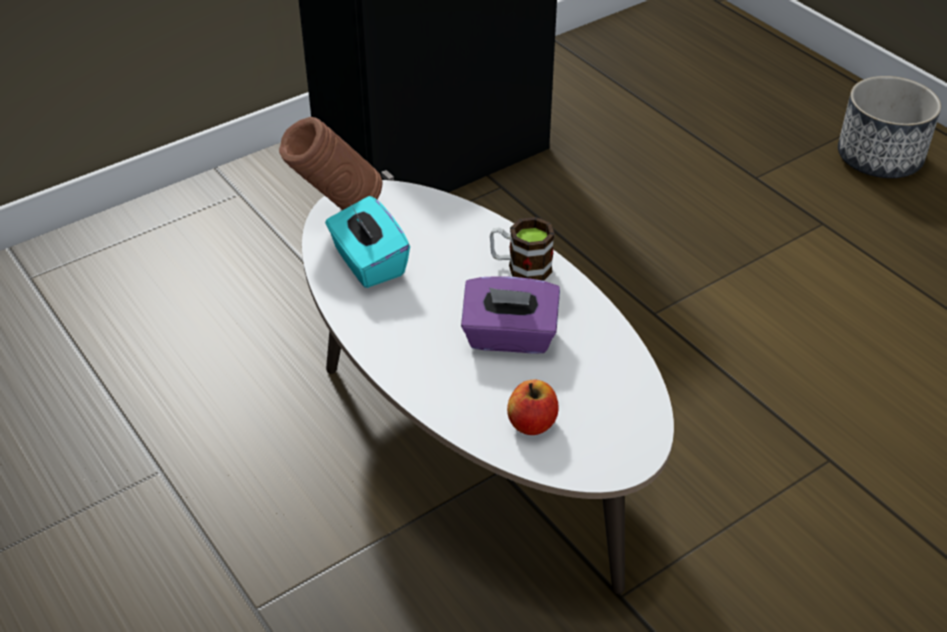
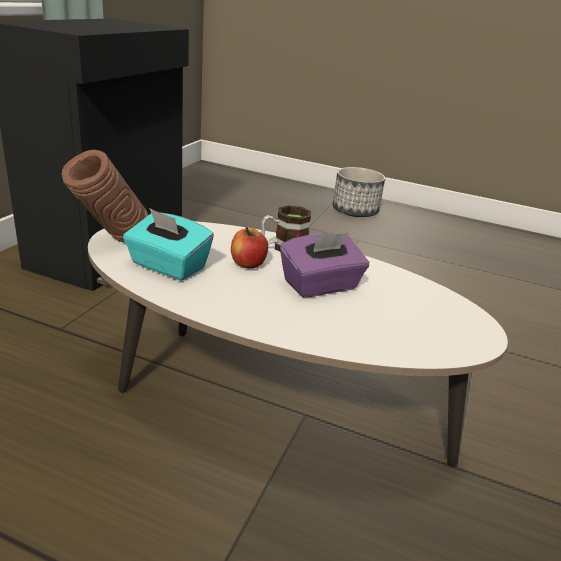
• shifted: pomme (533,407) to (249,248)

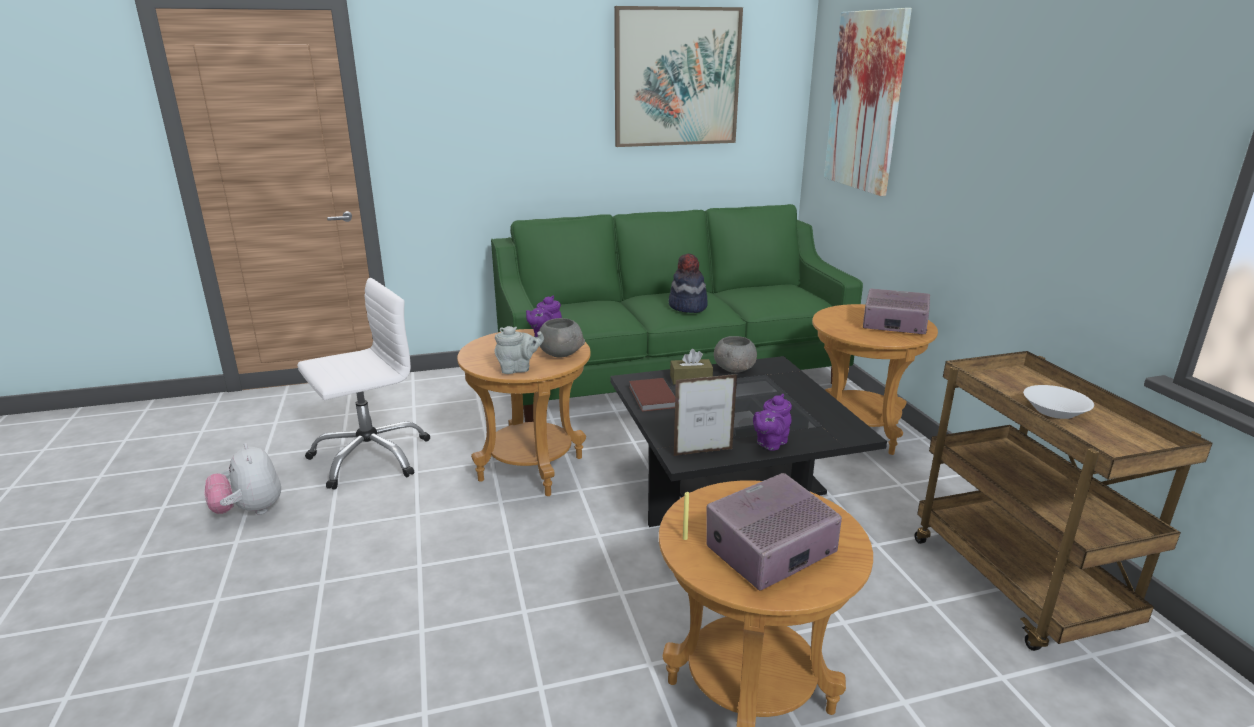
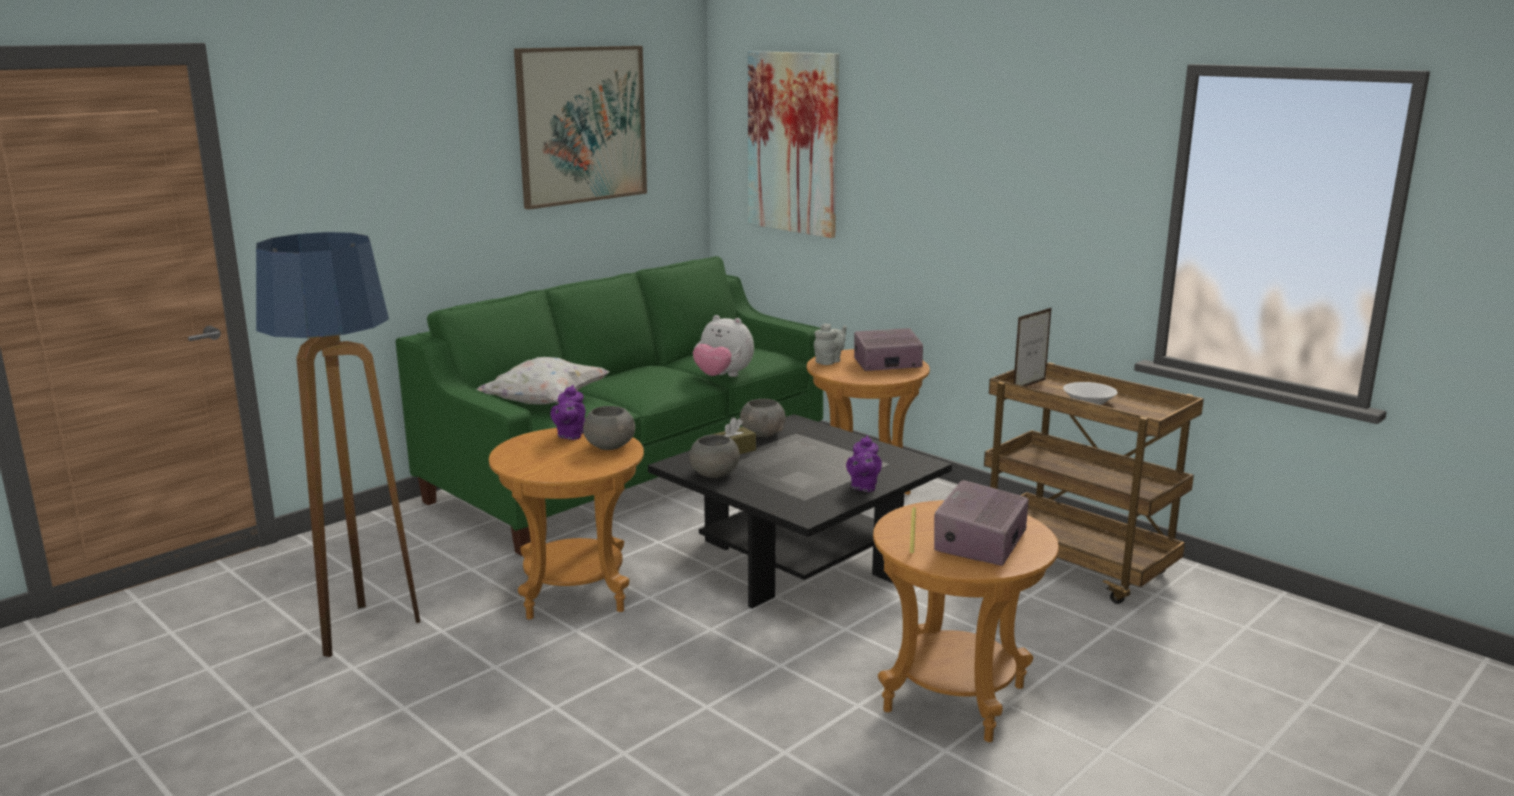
• gone: chapeau (688,283)
• new: coussin (blanc) (542,381)
• shifted: peluche (242,479) to (723,346)
• shifted: théière (gris) (519,350) to (830,344)
• shifted: cadre photo (705,415) to (1032,347)
• swapped: chaise de bureau (blanc) (364,384) to lampadaire (338,444)
• swapped: livre (marron) (652,395) to bol (gris) (714,456)

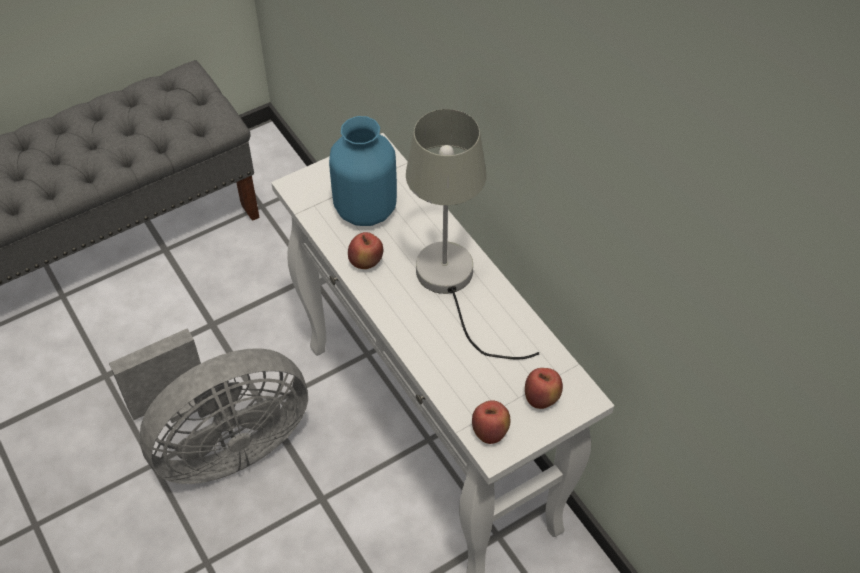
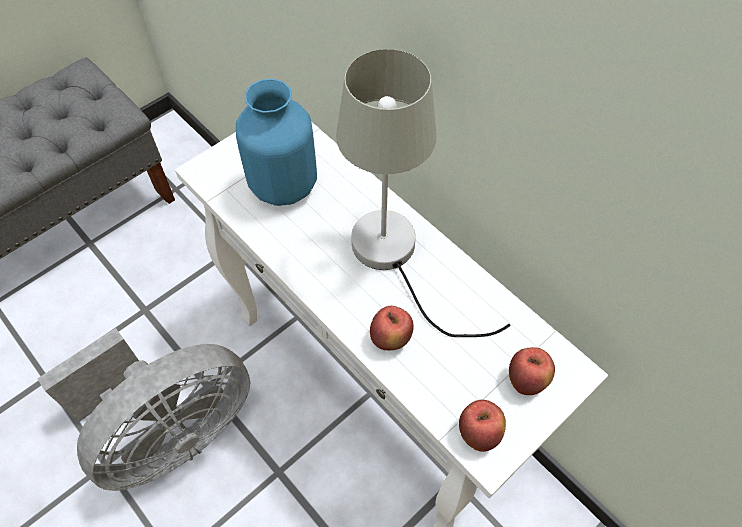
• shifted: pomme (365,250) to (392,328)

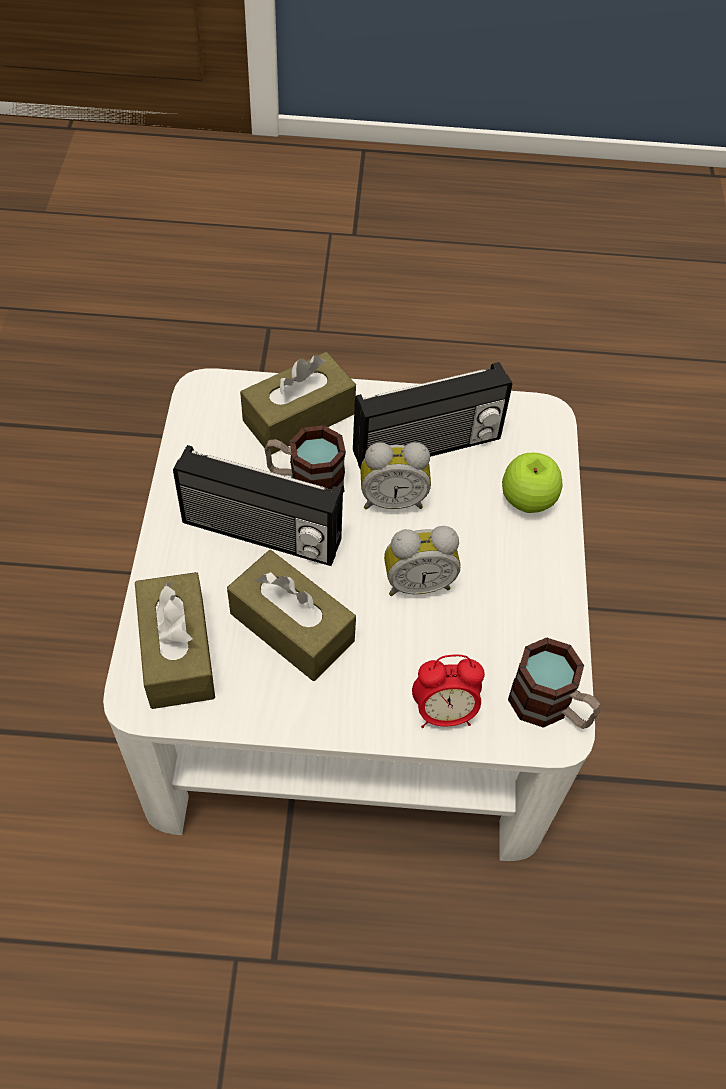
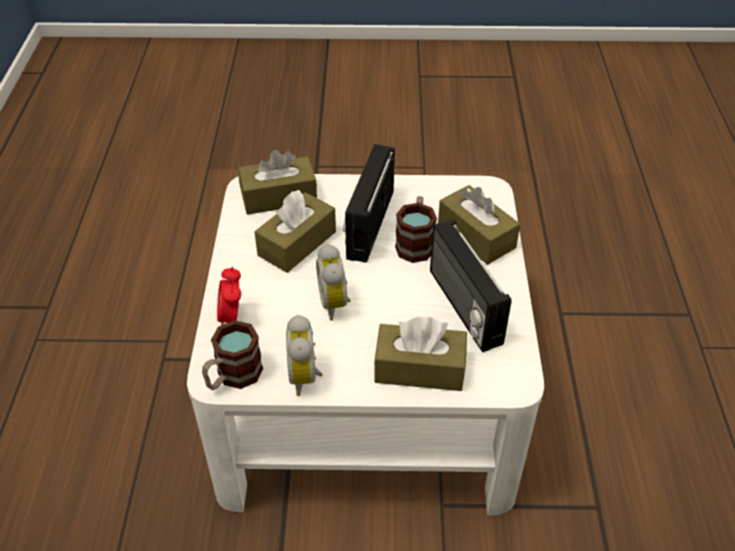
• shifted: réveil (395,475) to (304,355)
• swapped: pomme (532,483) to boîte à mouchoirs (marron) (420,354)

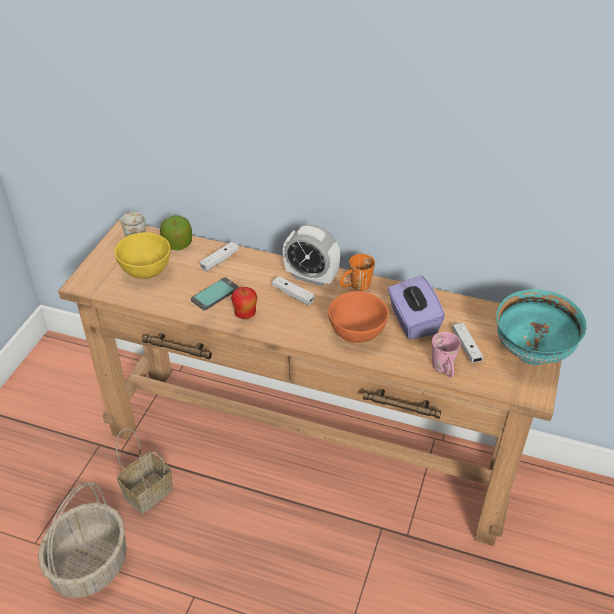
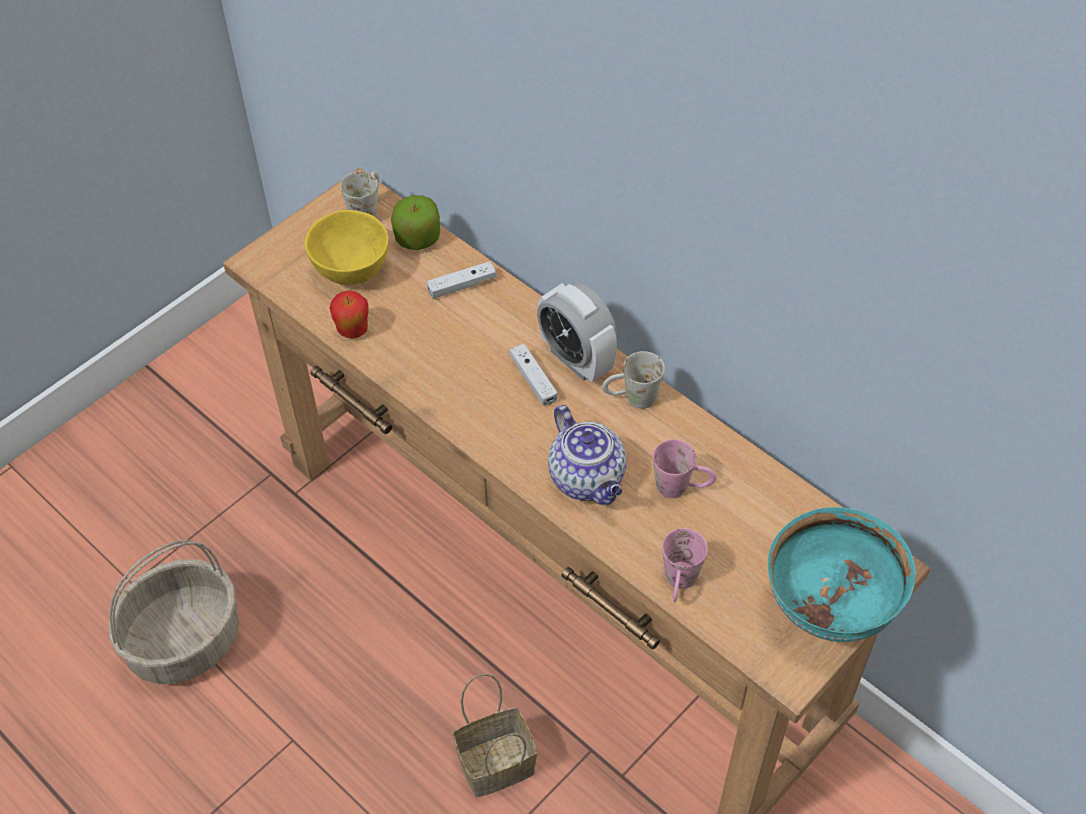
• gone: téléphone (215,293)
• gone: manette (blanc) (467,343)
• shifted: panier (144,471) to (495,735)
• shifted: pomme (244,303) to (349,314)
• swapped: bol (orange) (358,317) to théière (587,455)
• swapped: boîte à mouchoirs (violet) (416,307) to mug (rose) (684,468)
• repainted: mug (orange) (357,272) to mug (blanc) (633,380)

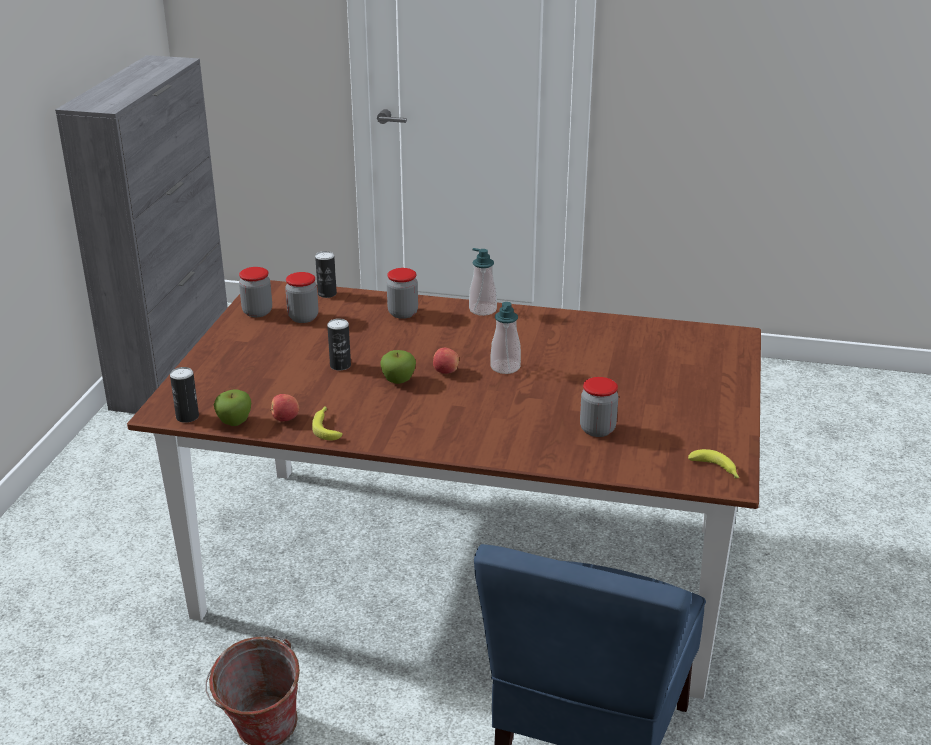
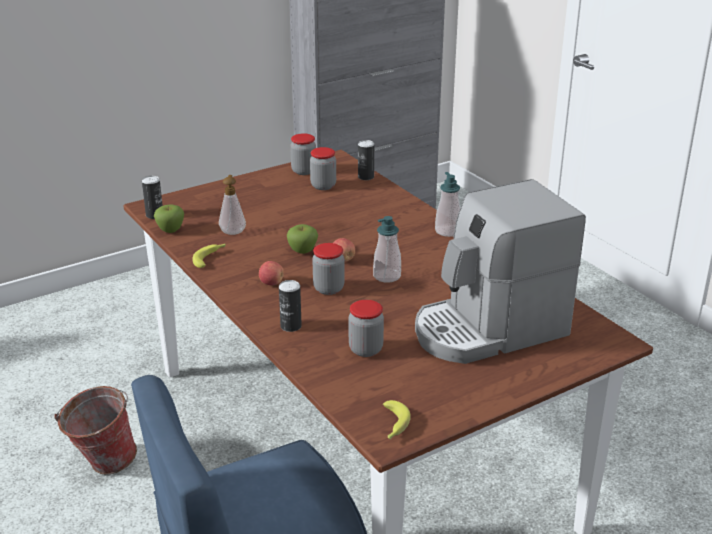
• new: distributeur de savon (232,205)
• new: machine à café (500,271)
• shifted: pomme (284,408) to (271,273)
• shifted: boîte métallique (339,344) to (290,306)
• shifted: bocal (402,293) to (328,269)

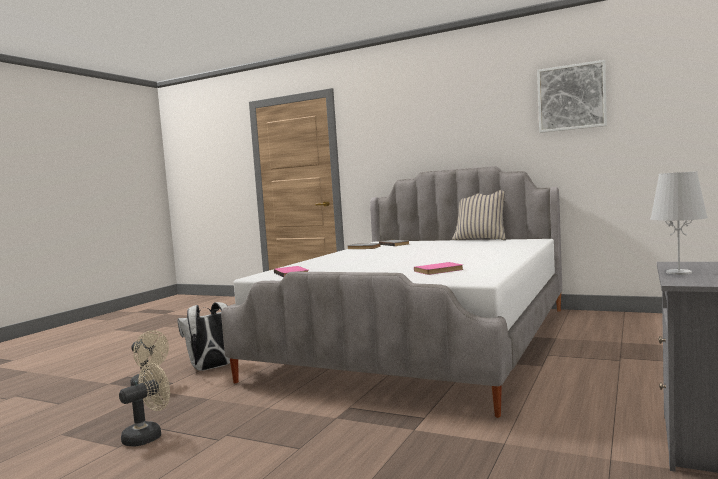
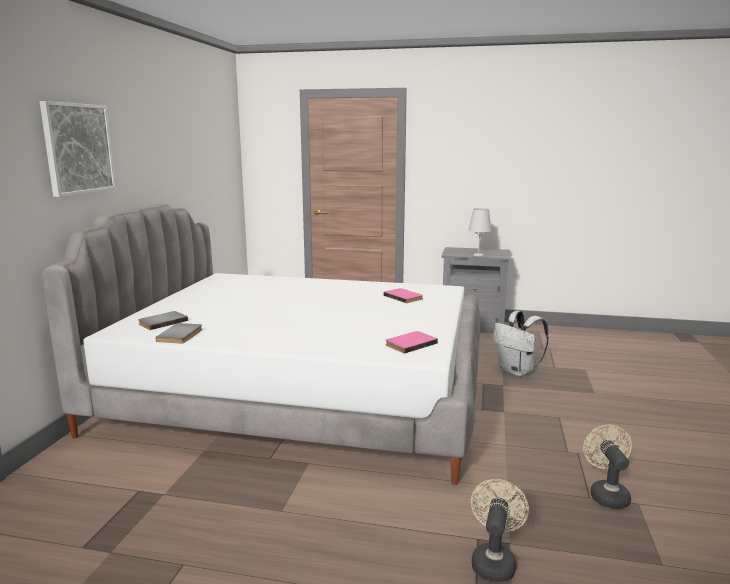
• gone: coussin (beige) (479,215)
• shifted: sac à dos (blanc) (203,336) to (521,343)
• shifted: tableau (572,96) to (78,149)
• rotated: ventilateur (beige) (144,405) = (607,467) 60 degrees clockwise

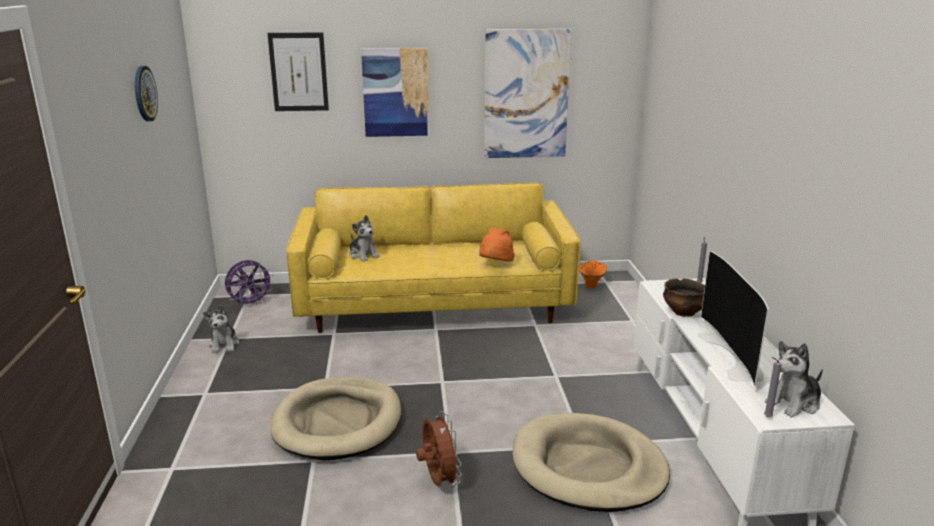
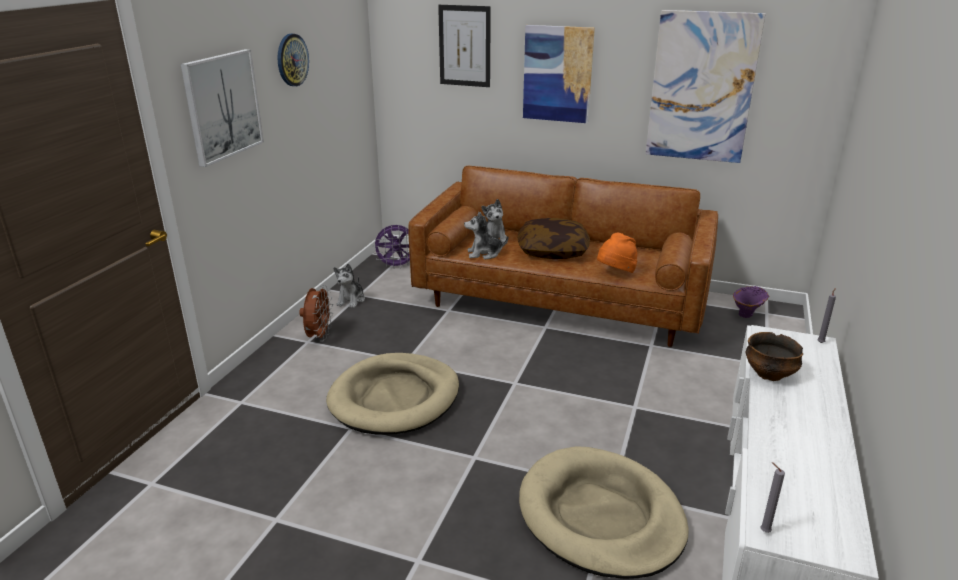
• gone: téléviseur (733,318)
• new: tableau (222,108)
• new: coussin (554,238)
• shifted: ventilateur (marron) (439,449) to (316,313)
• shifted: peluche (794,379) to (486,235)
• repainted: canapé (jaune) (433,258) to canapé (marron) (563,256)
• repainted: vase (orange) (593,274) to vase (violet) (751,302)

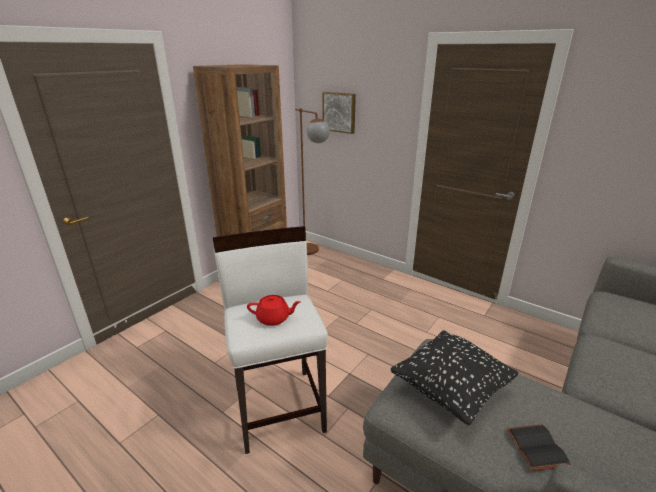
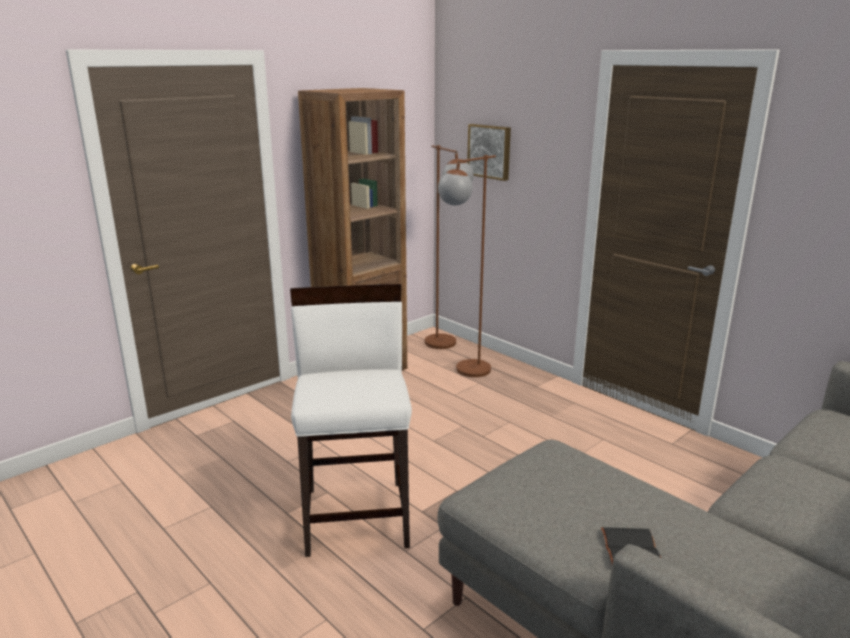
• gone: théière (rouge) (274,310)
• gone: coussin (noir) (454,377)
• new: lampadaire (marron) (467,266)

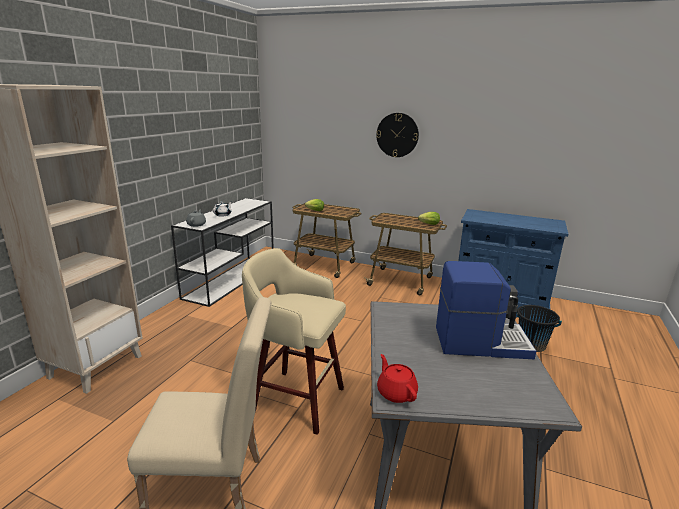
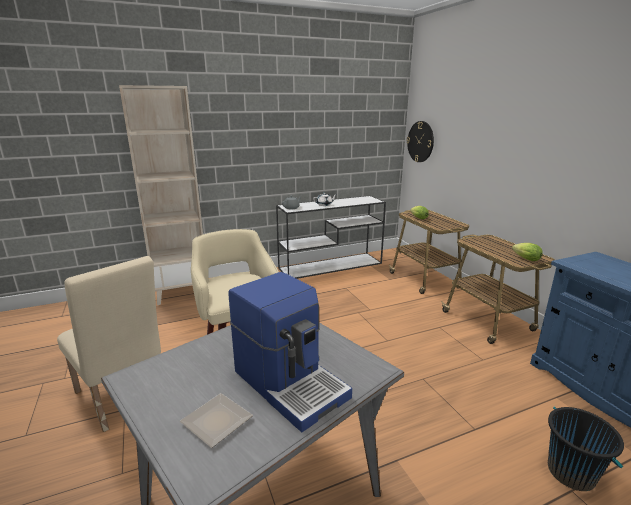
• gone: théière (rouge) (397,378)
• new: assiette (216,420)
• shifted: horloge murale (397,135) to (420,141)

